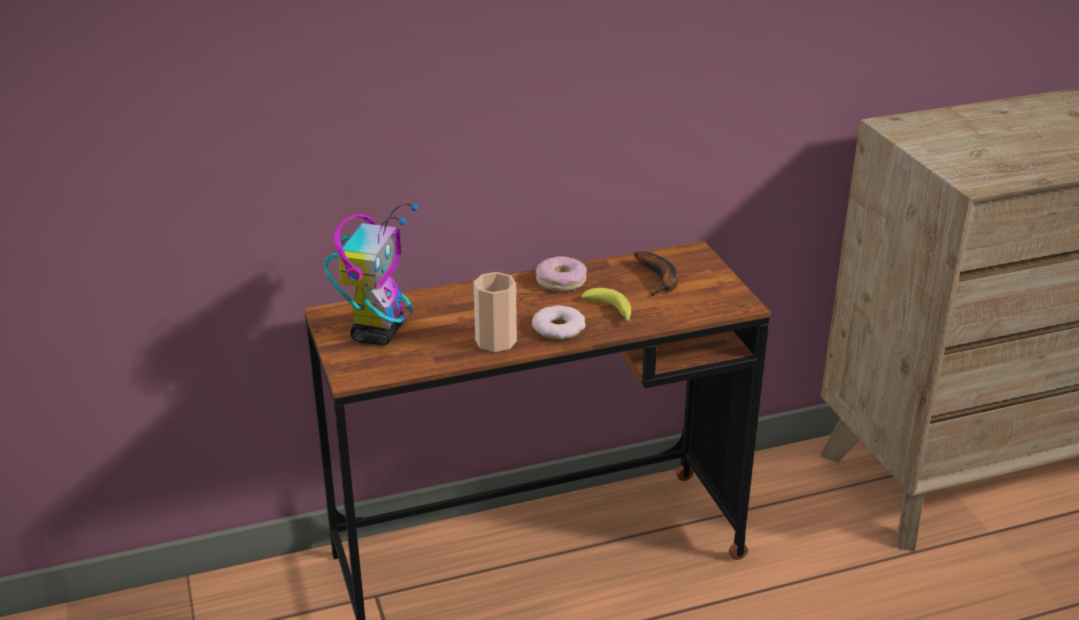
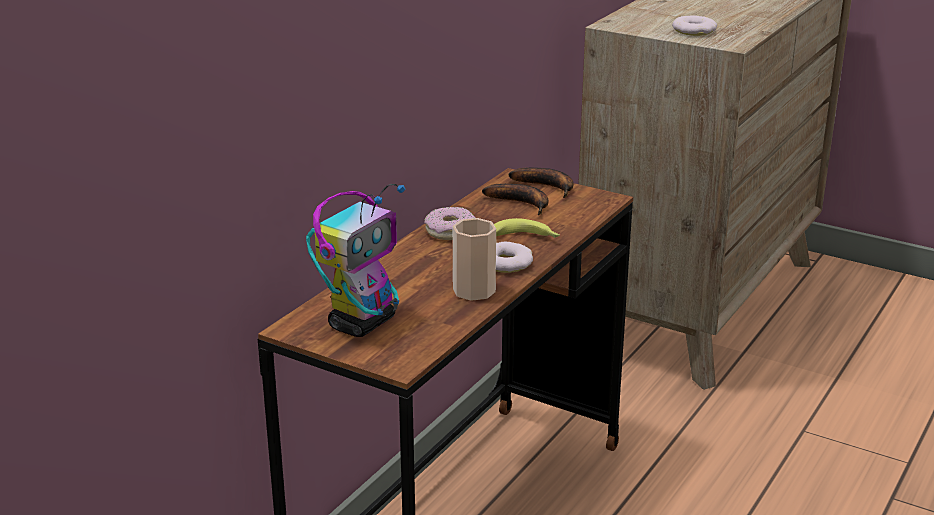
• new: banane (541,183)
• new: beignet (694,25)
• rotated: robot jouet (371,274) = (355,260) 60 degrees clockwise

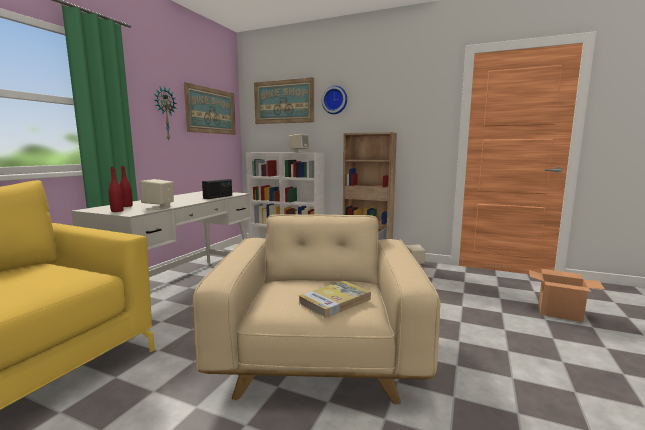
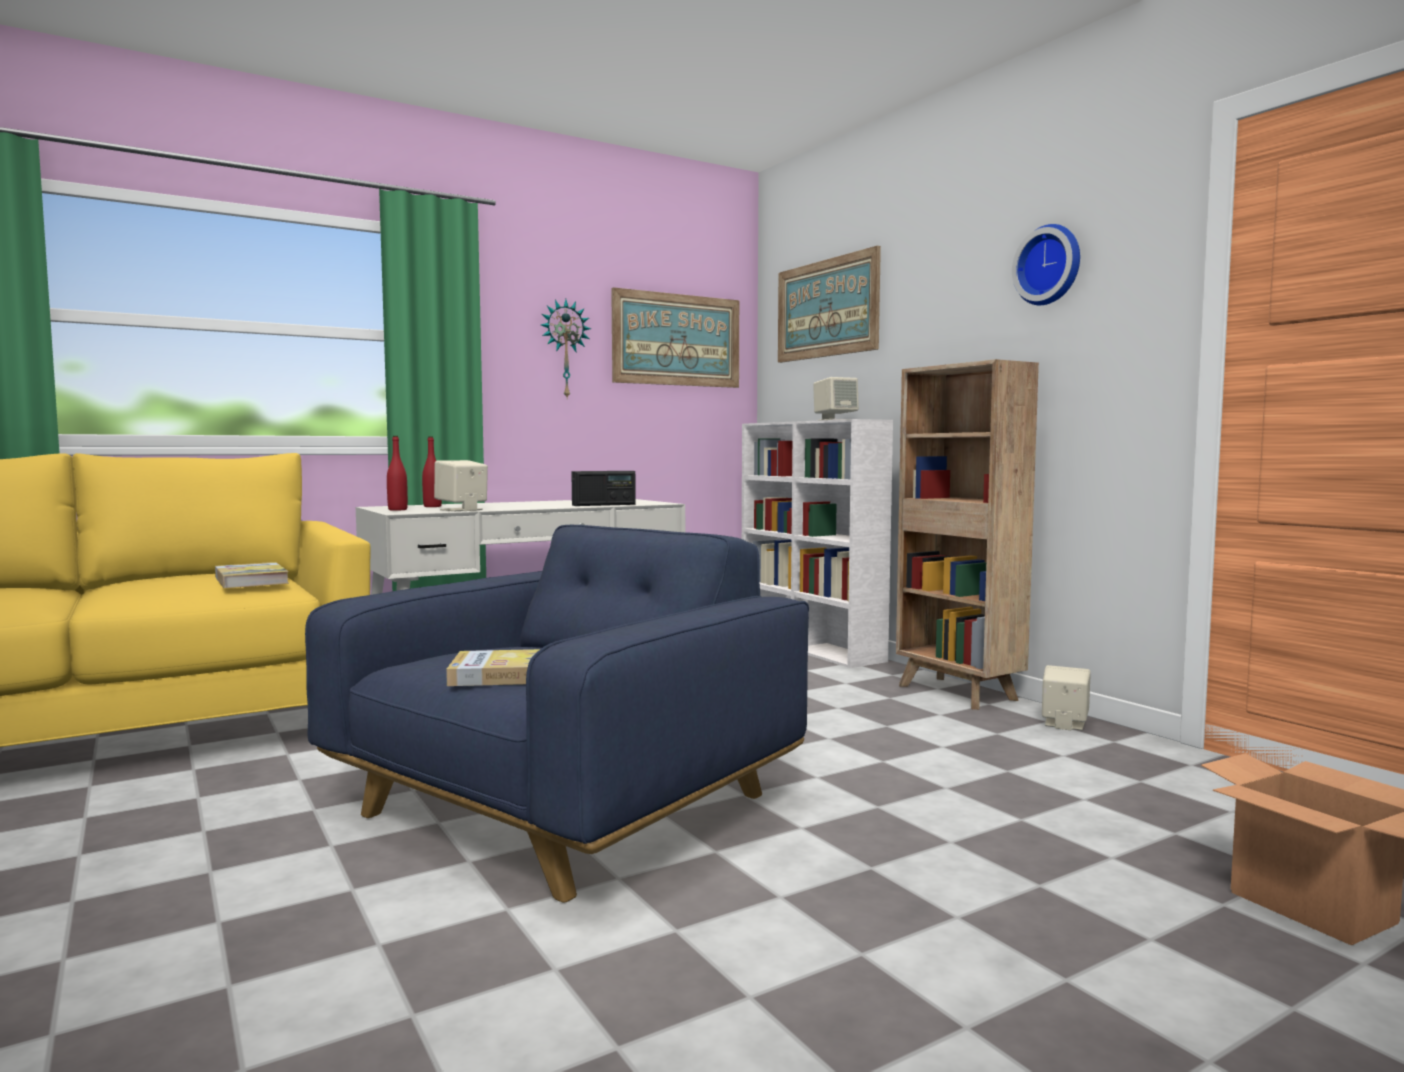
• new: livre (252,575)
• shifted: horloge murale (334,99) to (1046,264)
• repainted: fauteuil (beige) (317,309) to fauteuil (bleu) (557,714)

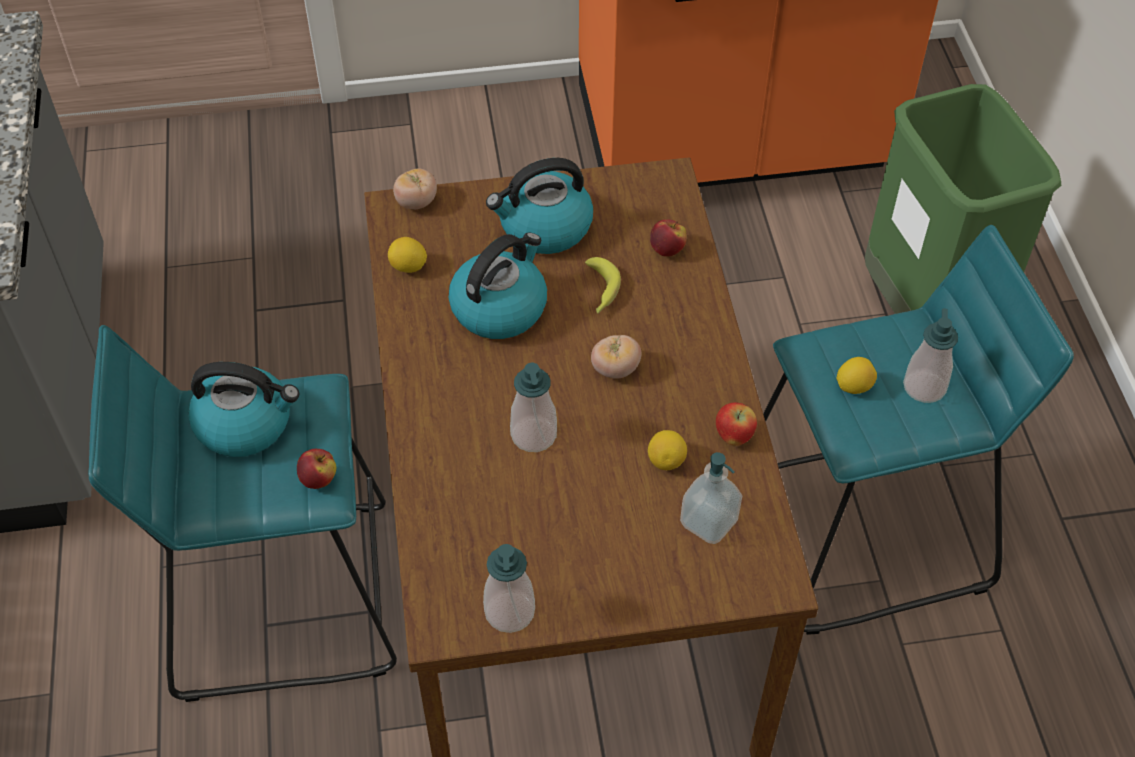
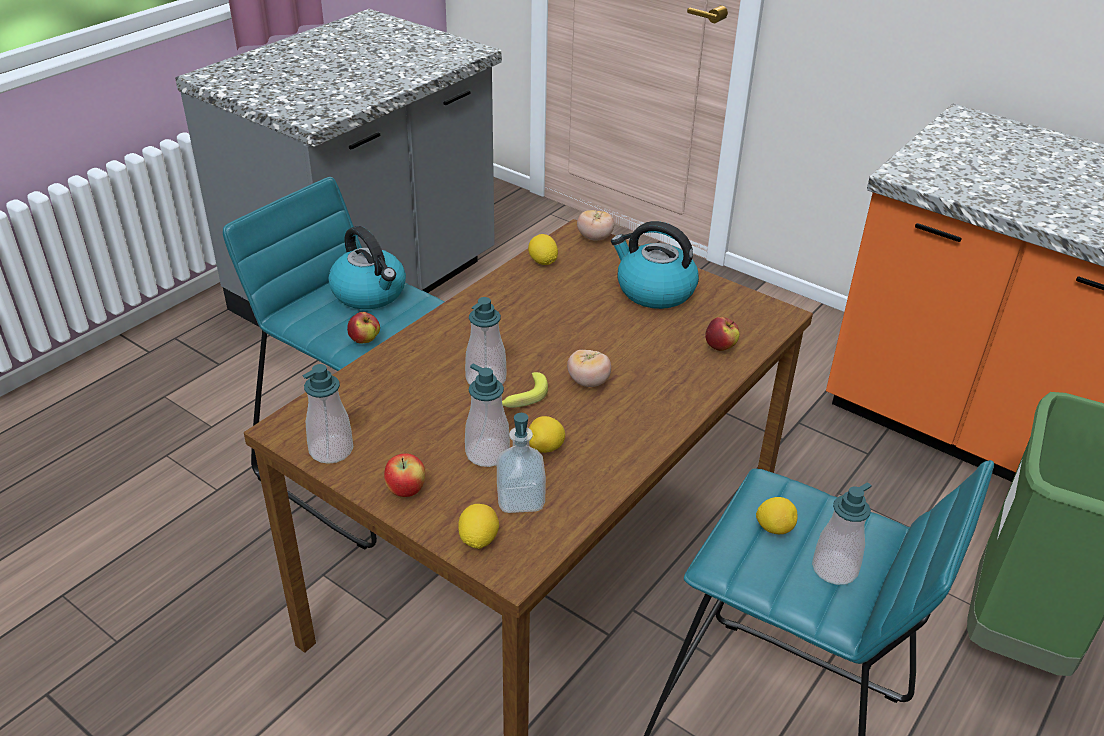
• gone: bouilloire (498,285)
• new: citron (478,526)
• new: distributeur de savon (487,415)
• shifted: banane (603,285) to (525,390)
• shifted: pomme (736,424) to (404,475)

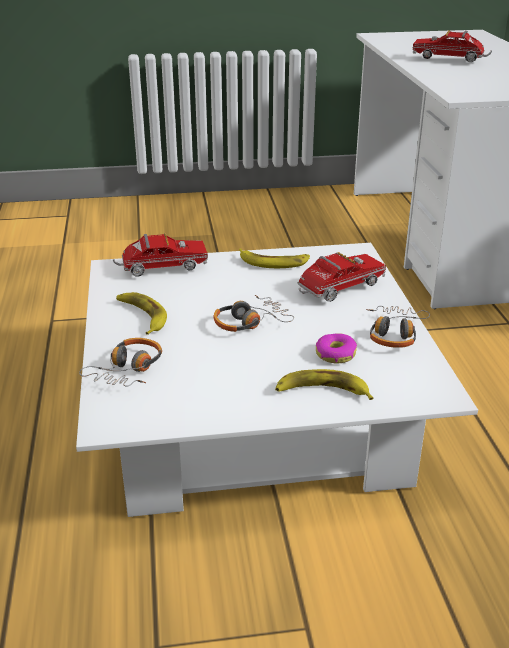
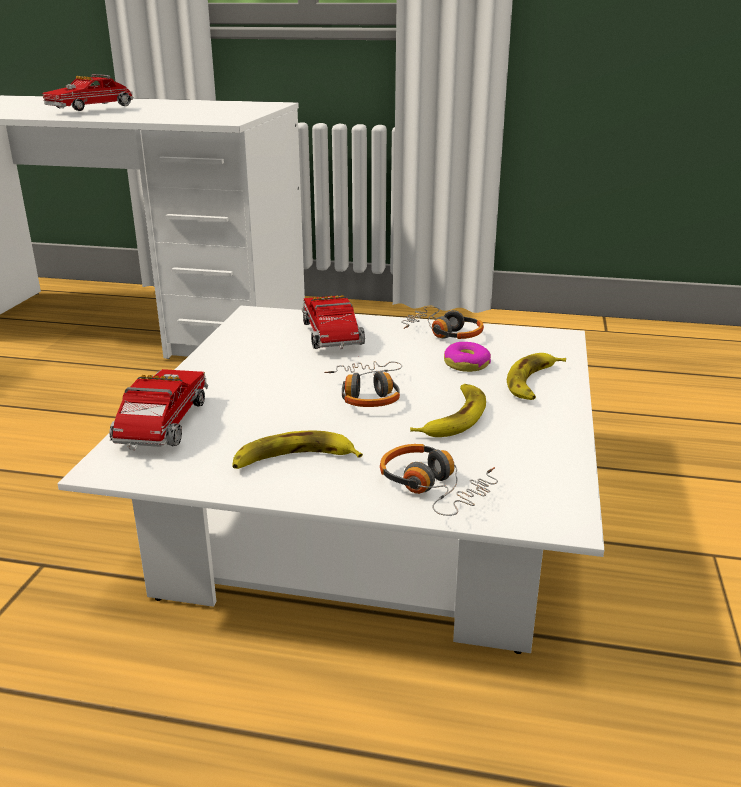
• shifted: banane (274,258) to (448,410)

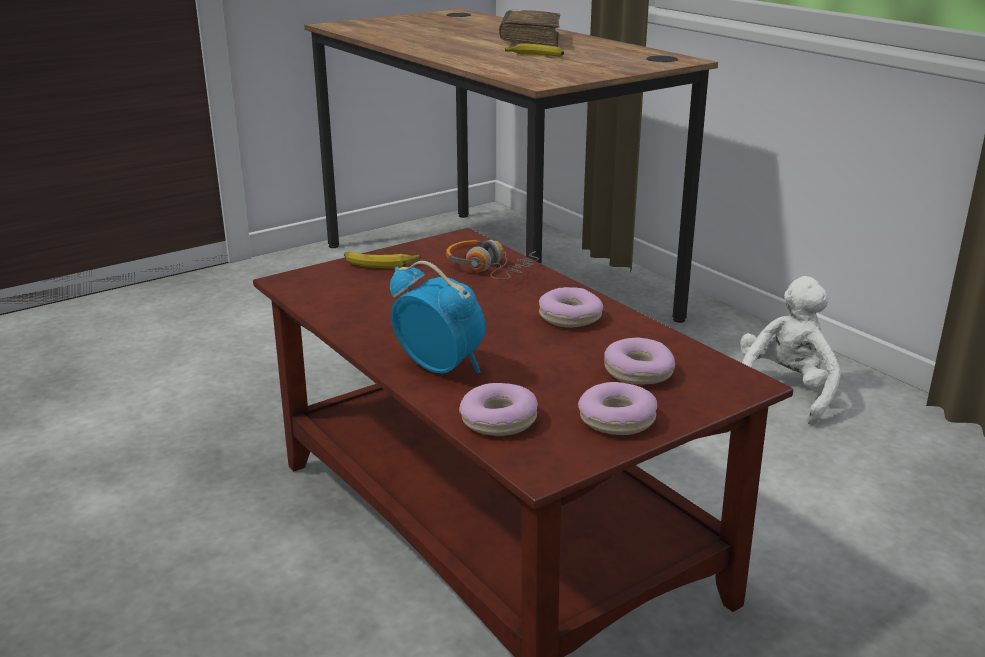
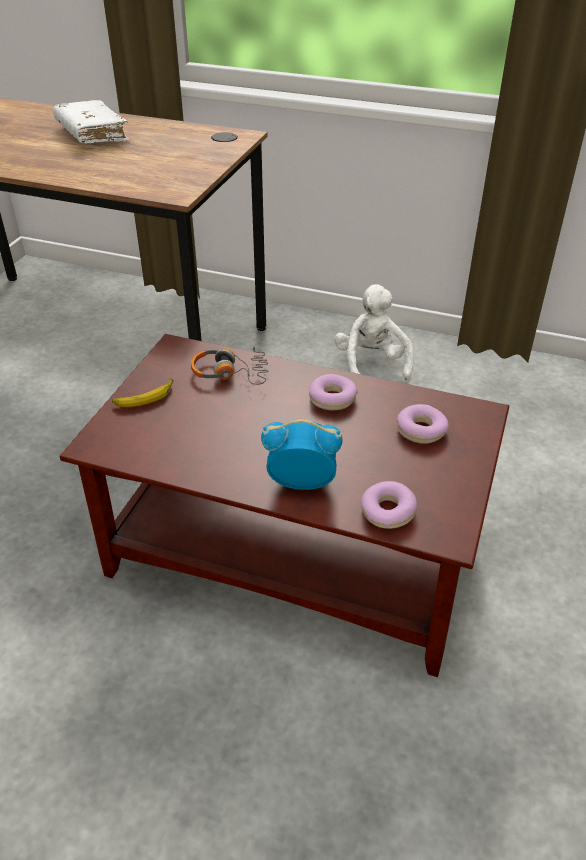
• gone: banane (534,50)
• gone: beignet (617,408)
• repainted: livre (marron) (529,28) to livre (blanc) (91,122)

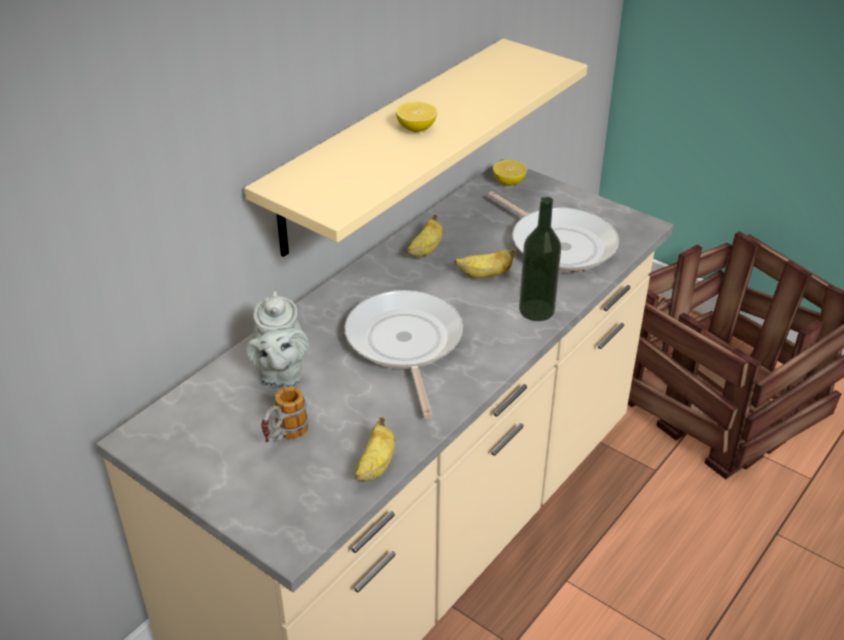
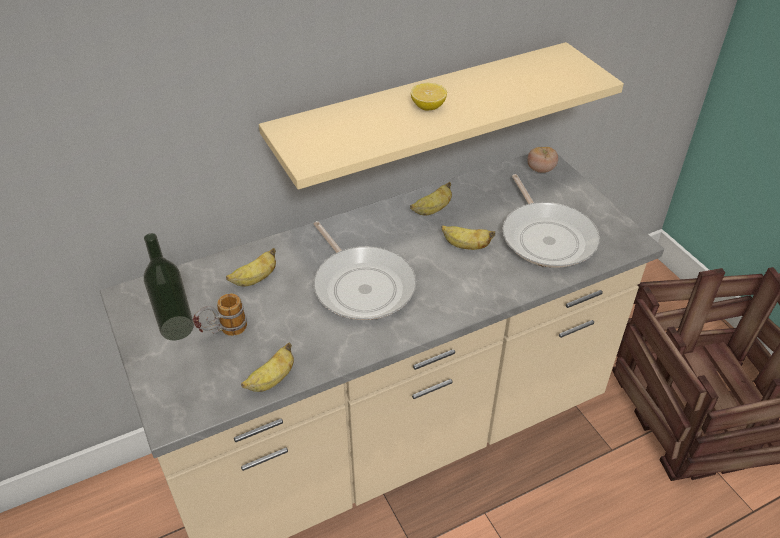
• shifted: bouteille (540,259) to (169,286)
• swapped: théière (gris) (277,339) to banane (251,267)
• swapped: citron (510,173) to tomate (542,160)
• rotated: poêle (404,354) = (365,270) 135 degrees clockwise

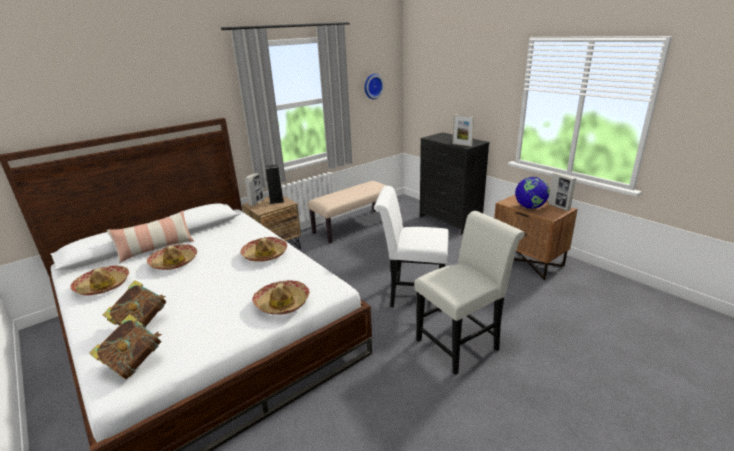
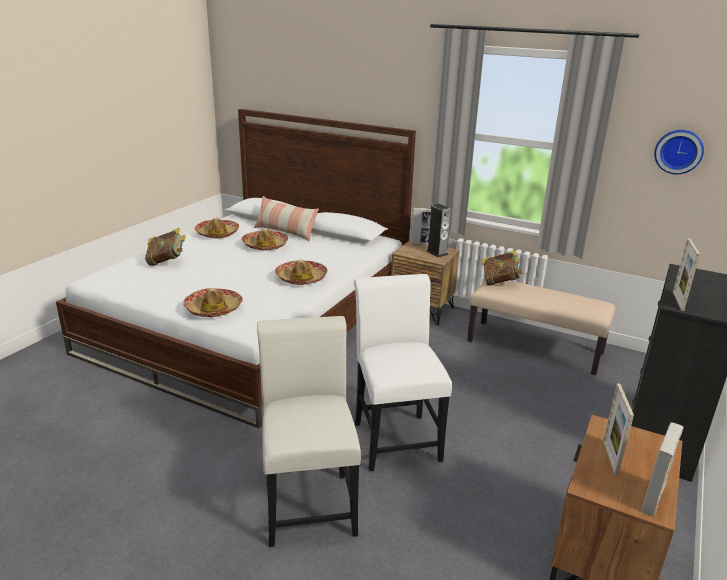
• shifted: livre (125,346) to (502,268)
• swapped: globe (532,193) to cadre photo (618,429)
• rotated: chaise (blanc) (469,293) = (309,431) 135 degrees counterclockwise

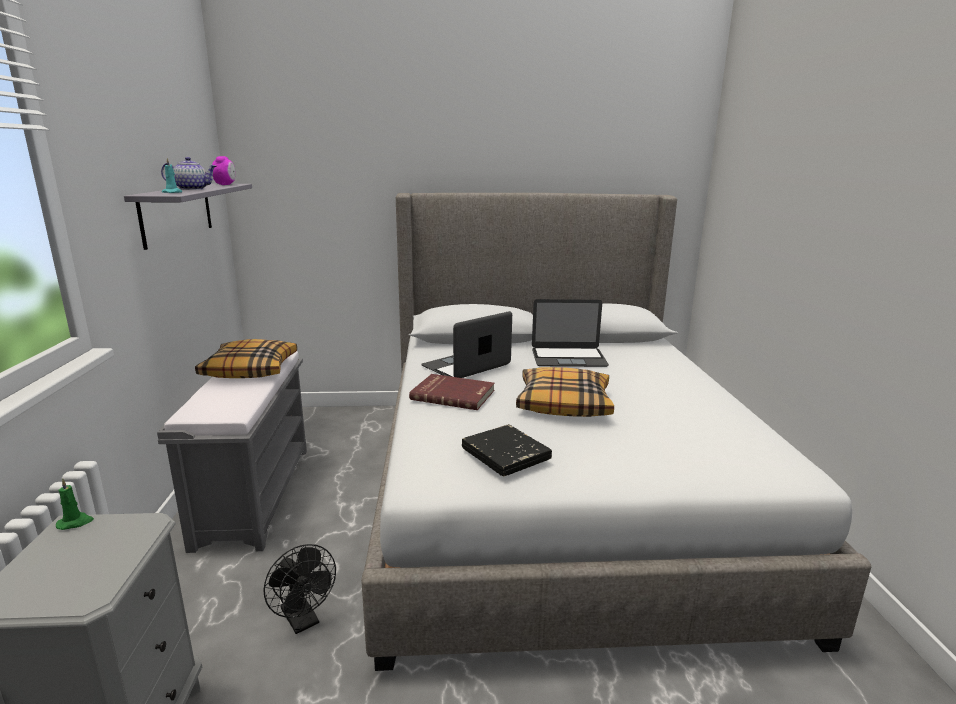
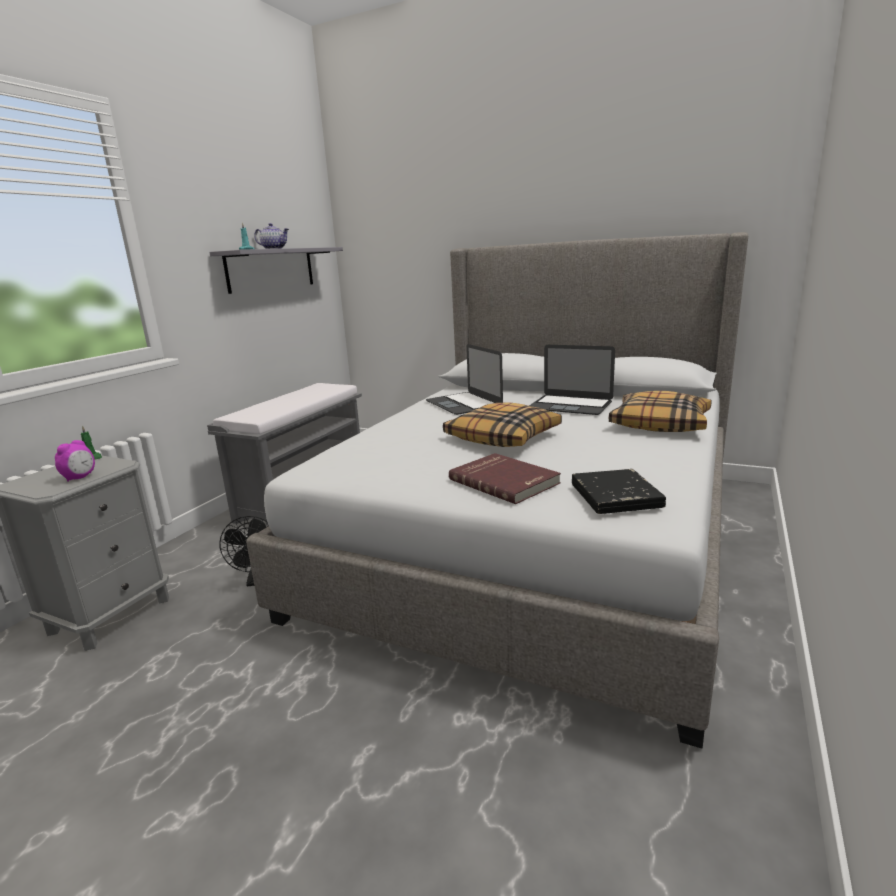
• shifted: coussin (246,358) to (660,411)
• shifted: réveil (223,170) to (75,461)
• shifted: livre (rouge) (452,392) to (505,478)
• shifted: livre (noir) (507,450) to (619,491)
• rotated: ordinateur portable (466,344) = (464,379) 105 degrees counterclockwise

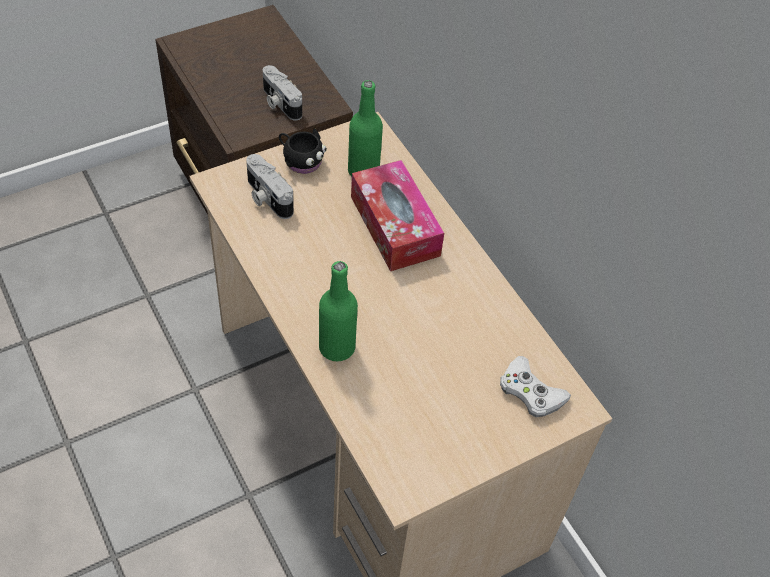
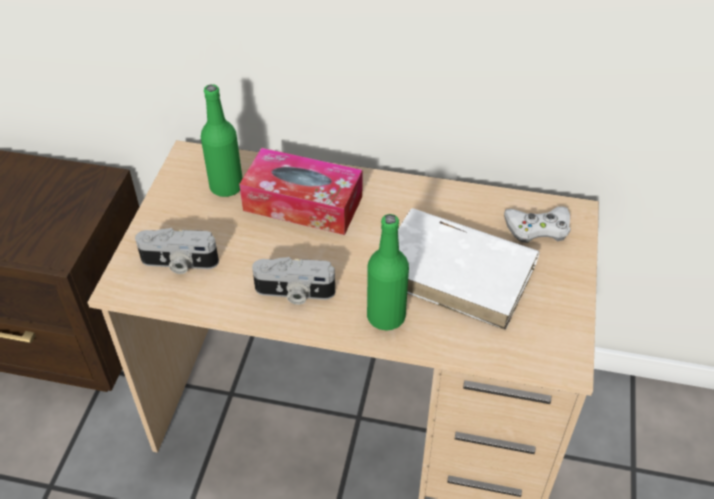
• gone: mug (noir) (303,151)
• new: livre (blanc) (469,269)
• shifted: appareil photo (282,93) to (293,281)

